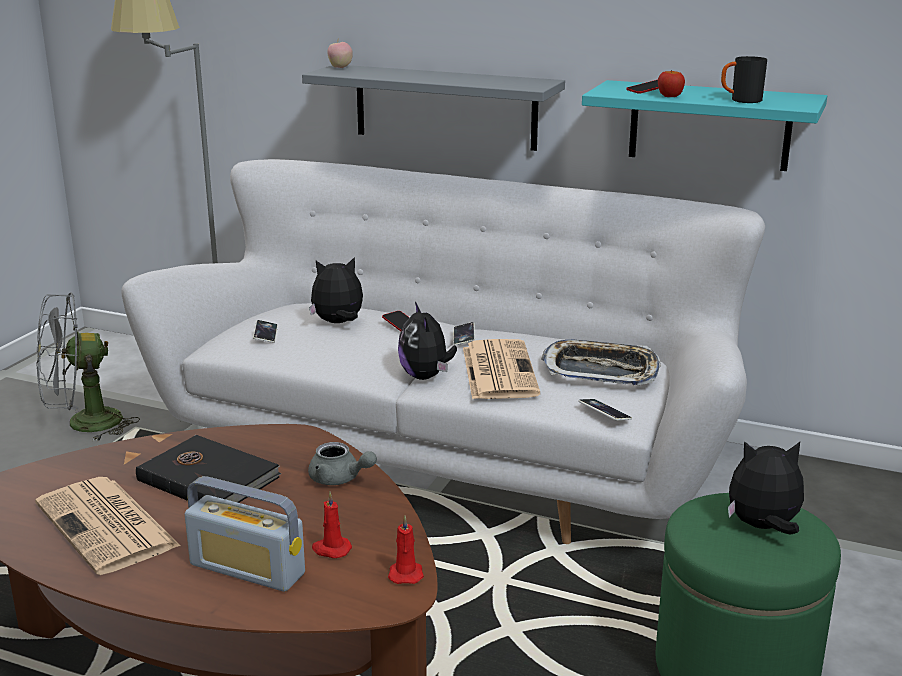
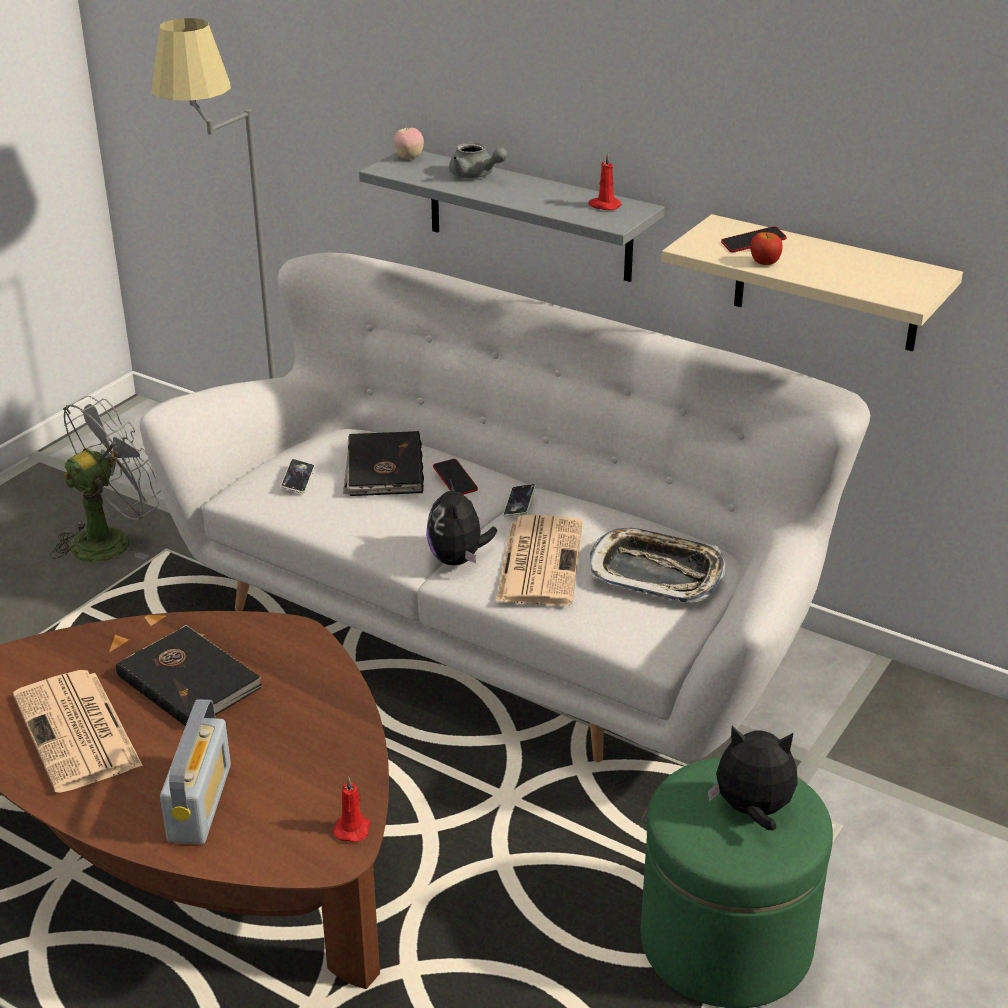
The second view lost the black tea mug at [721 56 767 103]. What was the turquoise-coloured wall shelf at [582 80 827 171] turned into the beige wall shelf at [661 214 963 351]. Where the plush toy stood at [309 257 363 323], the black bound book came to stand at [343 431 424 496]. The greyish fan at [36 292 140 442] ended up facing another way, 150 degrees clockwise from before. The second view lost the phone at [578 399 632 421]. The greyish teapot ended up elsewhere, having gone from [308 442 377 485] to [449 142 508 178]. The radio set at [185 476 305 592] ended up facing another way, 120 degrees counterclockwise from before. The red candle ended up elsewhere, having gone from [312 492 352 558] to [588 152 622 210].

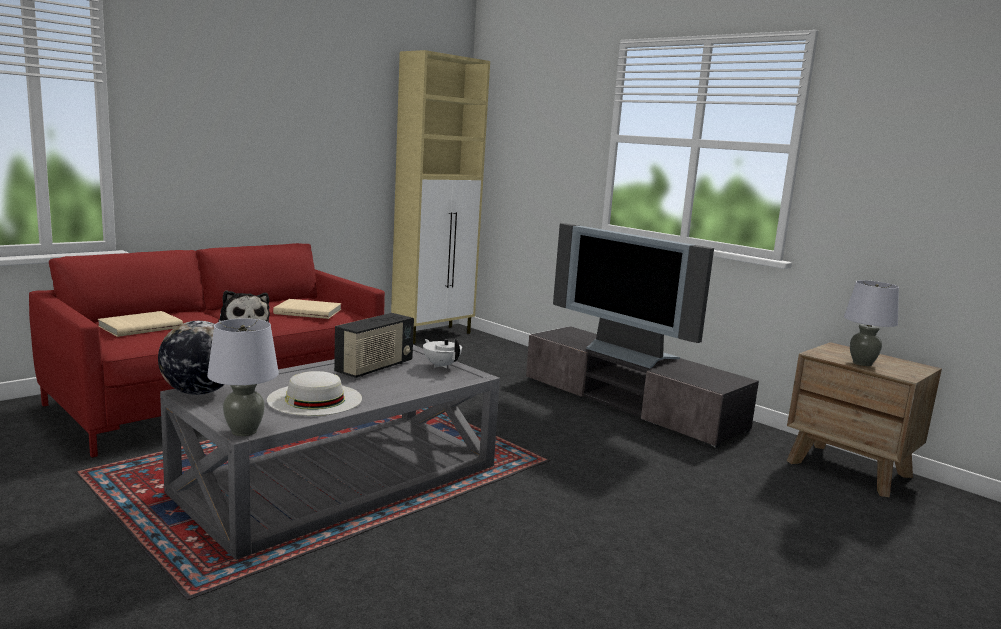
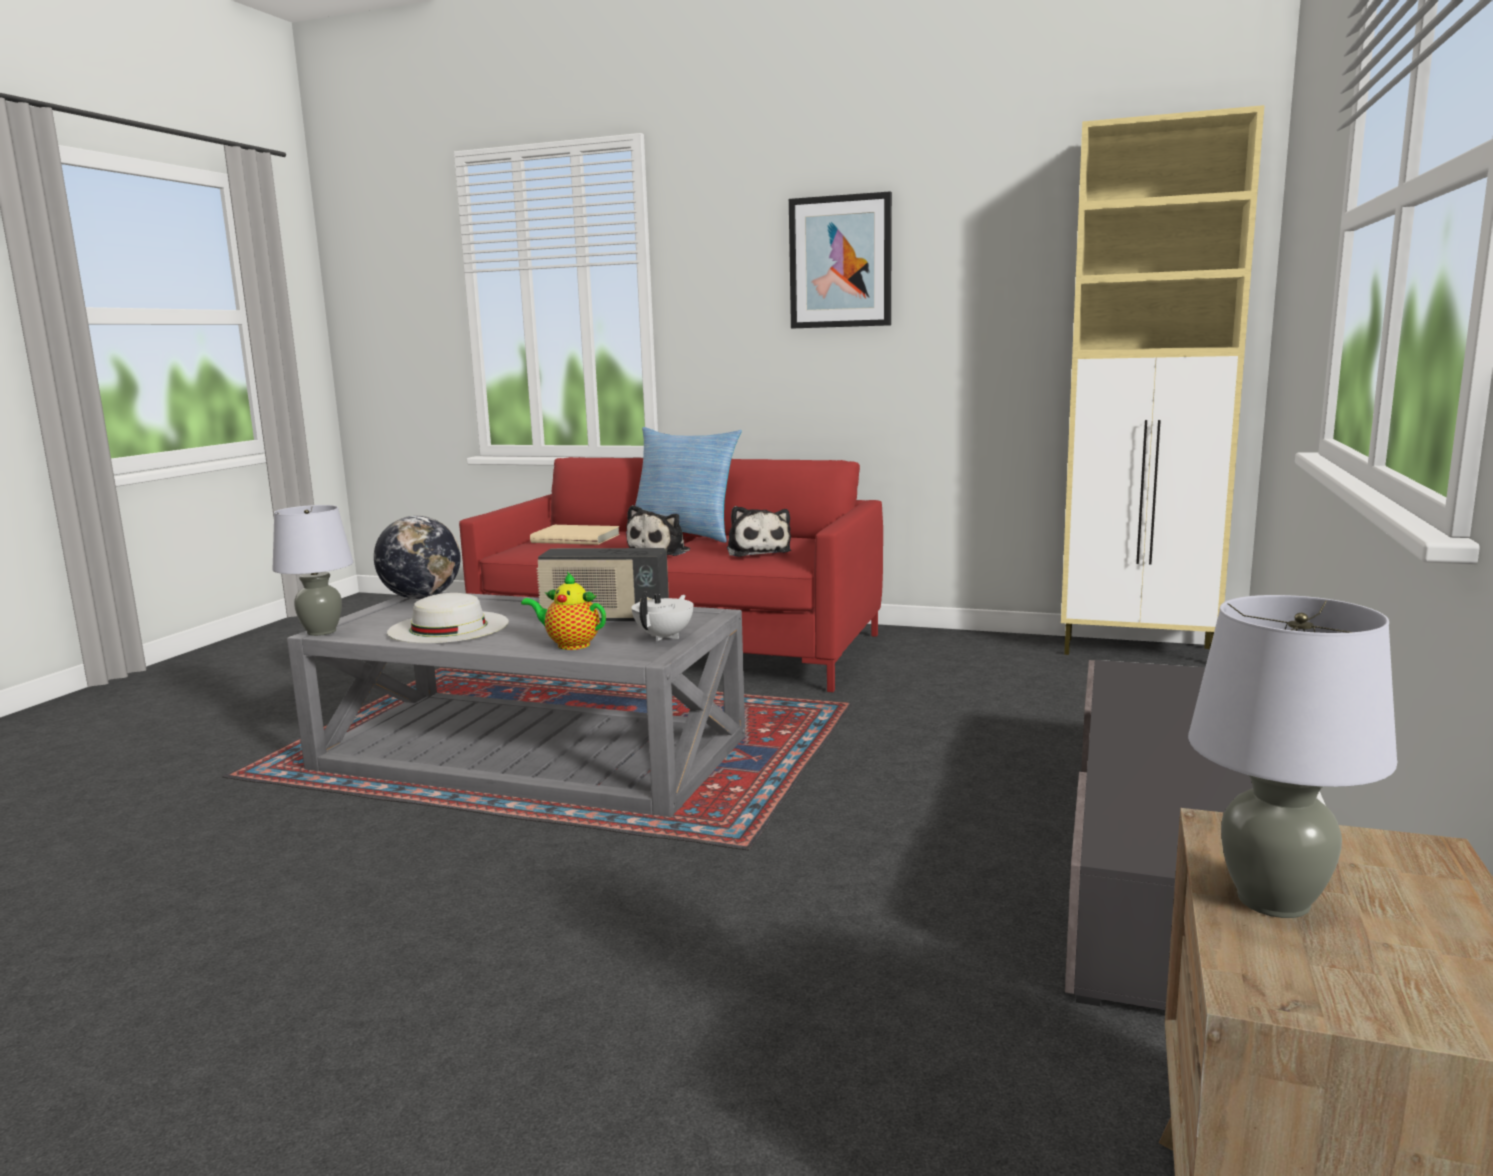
The second view lost the television at [553 223 714 369]. Where the beige bound book stood at [273 299 341 319], the plush toy came to stand at [727 506 792 557]. The second view gained the picture at [789 191 892 328]. The second view gained the cushion at [626 427 742 543]. The second view gained the teapot at [521 572 606 650].

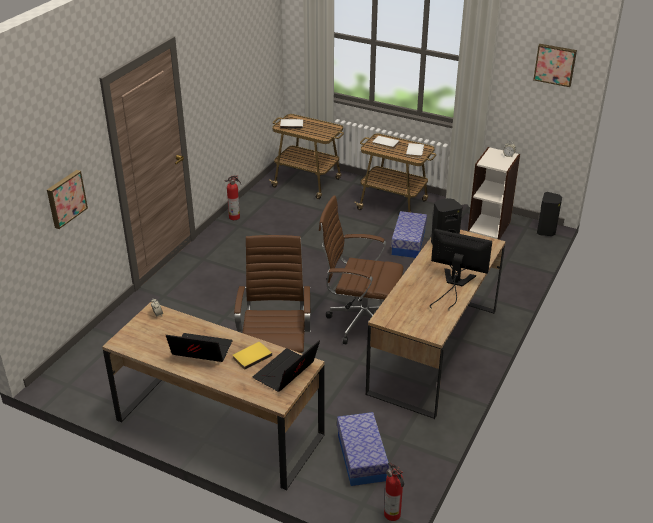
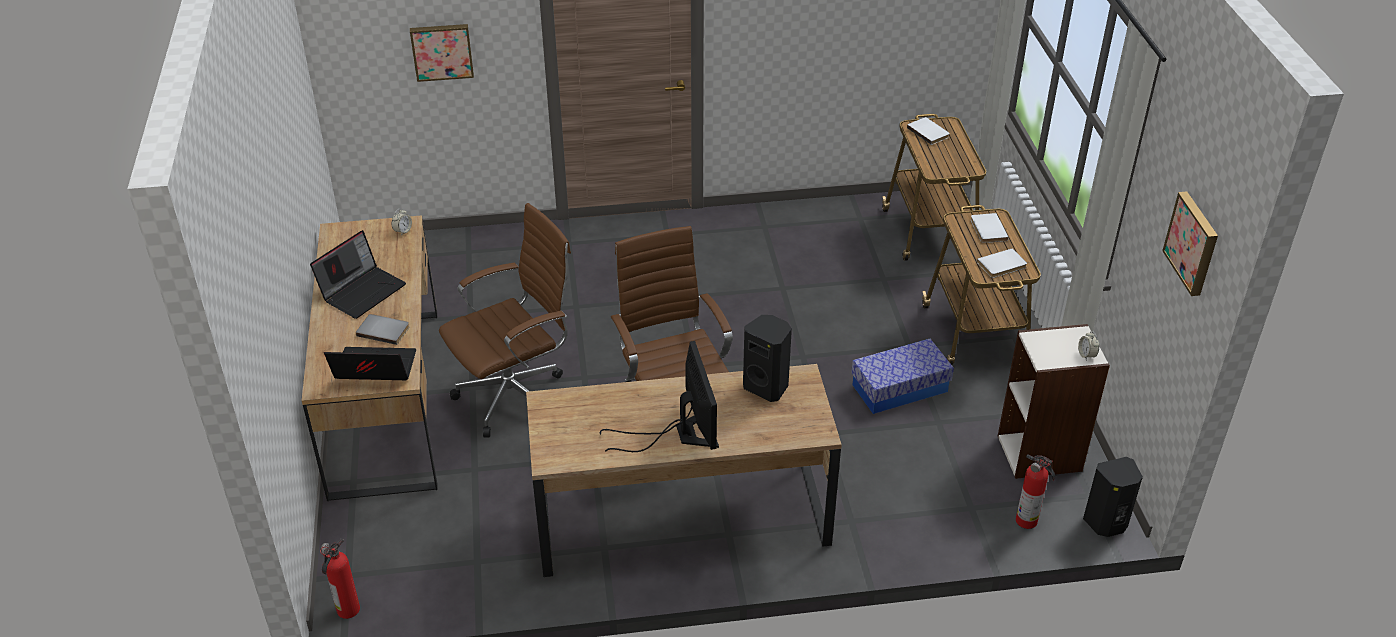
The fire extinguisher ended up elsewhere, having gone from [225 175 241 220] to [1016 454 1055 529]. The notebook computer at [166 333 233 362] ended up facing another way, 60 degrees clockwise from before. What was the yellowish bound book at [233 342 272 370] turned into the greyish bound book at [356 314 409 345]. The second view lost the storage box at [337 412 389 486].

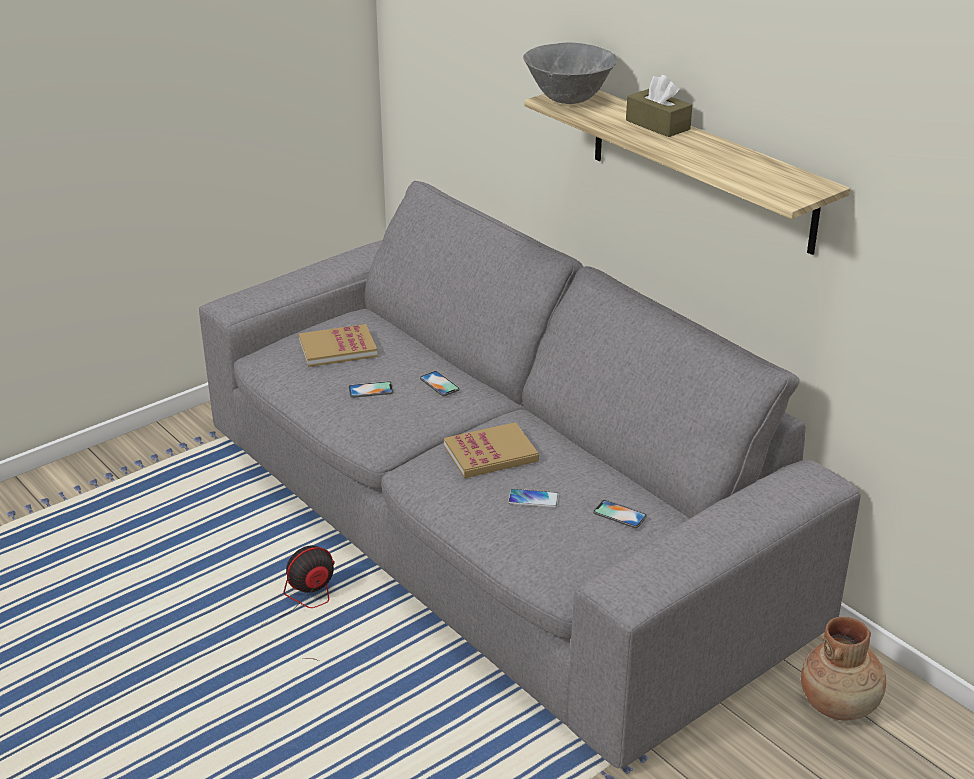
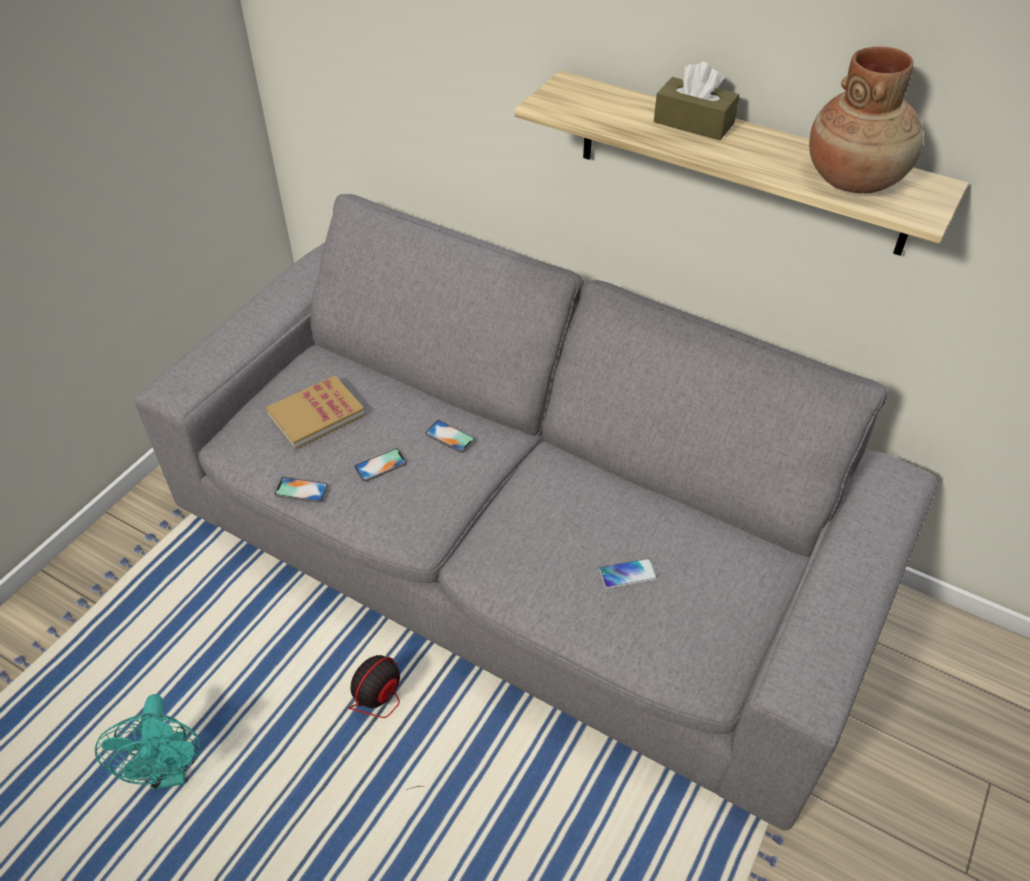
The second view lost the greyish deep dish at [523 42 617 104]. The second view lost the bound book at [444 422 539 478]. The phone ended up elsewhere, having gone from [593 500 647 528] to [274 476 328 503]. The brownish decorative vase ended up elsewhere, having gone from [801 617 886 721] to [809 47 924 193]. The second view gained the turquoise-coloured fan at [95 694 201 790].

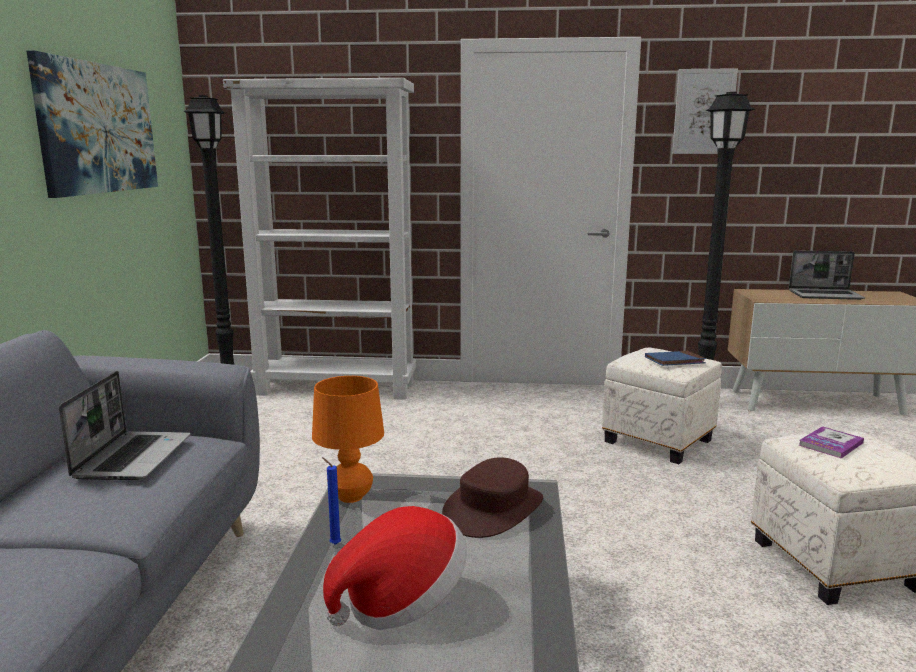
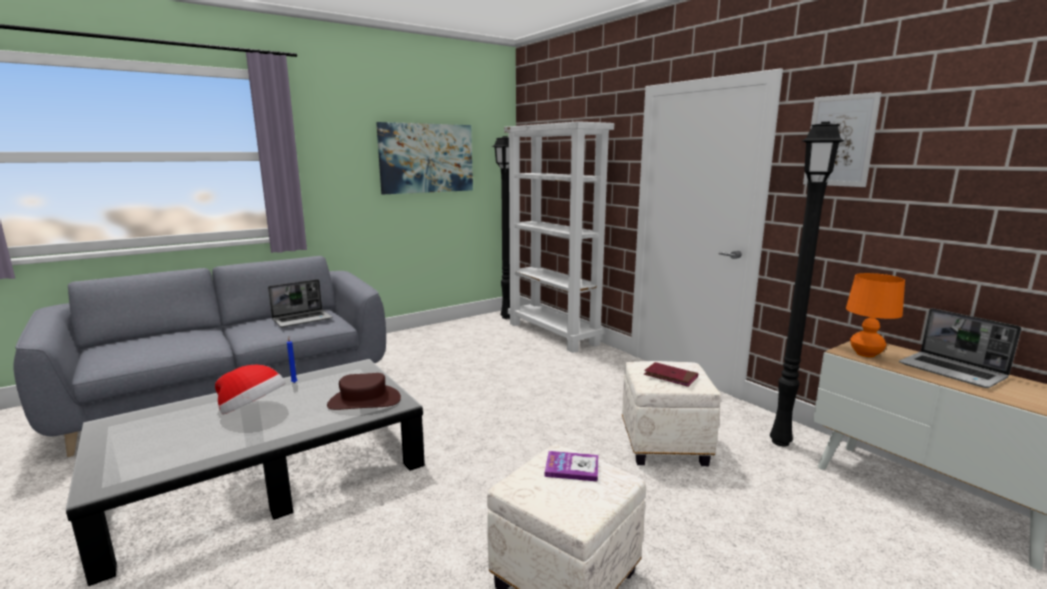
What was the blue bound book at [645 350 706 366] turned into the red bound book at [644 362 698 387]. The orange tabletop lamp ended up elsewhere, having gone from [312 376 384 503] to [846 273 905 357].

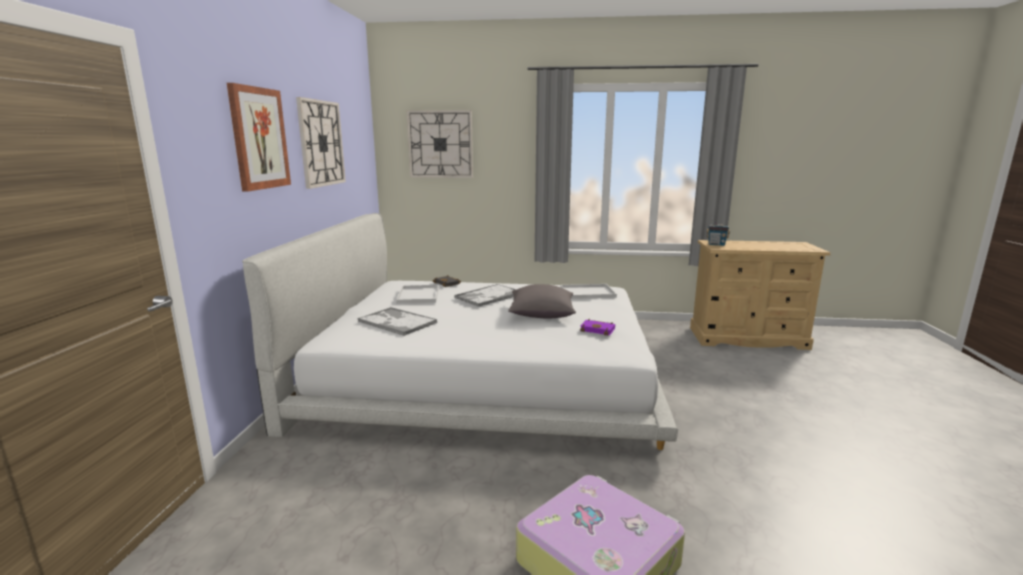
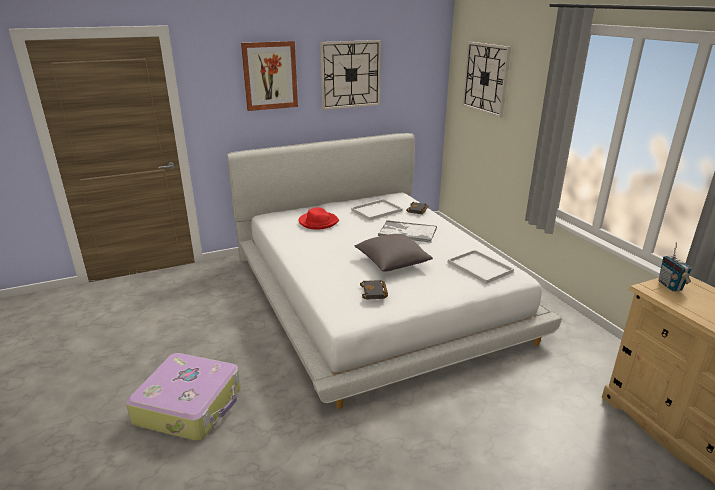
Where the tray stood at [358 307 437 336], the red wearable hat came to stand at [299 207 339 230]. What was the purple-coloured bound book at [580 319 615 336] turned into the black bound book at [360 280 388 300].

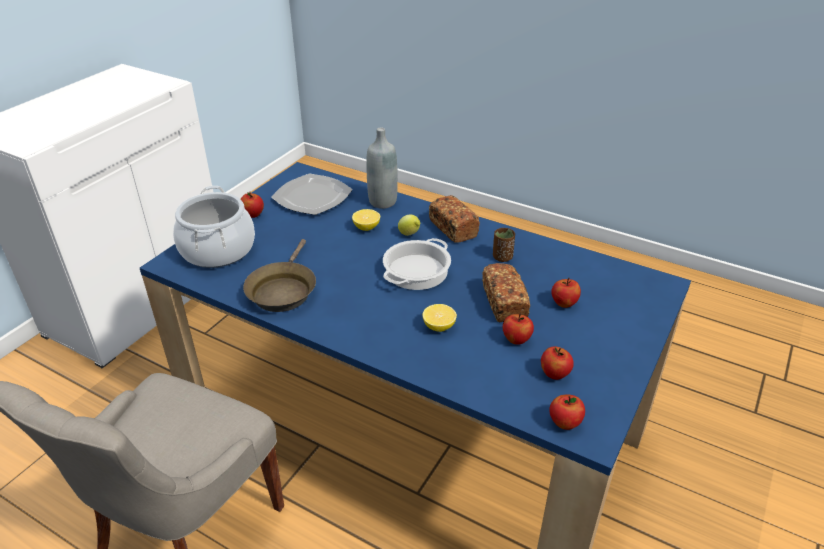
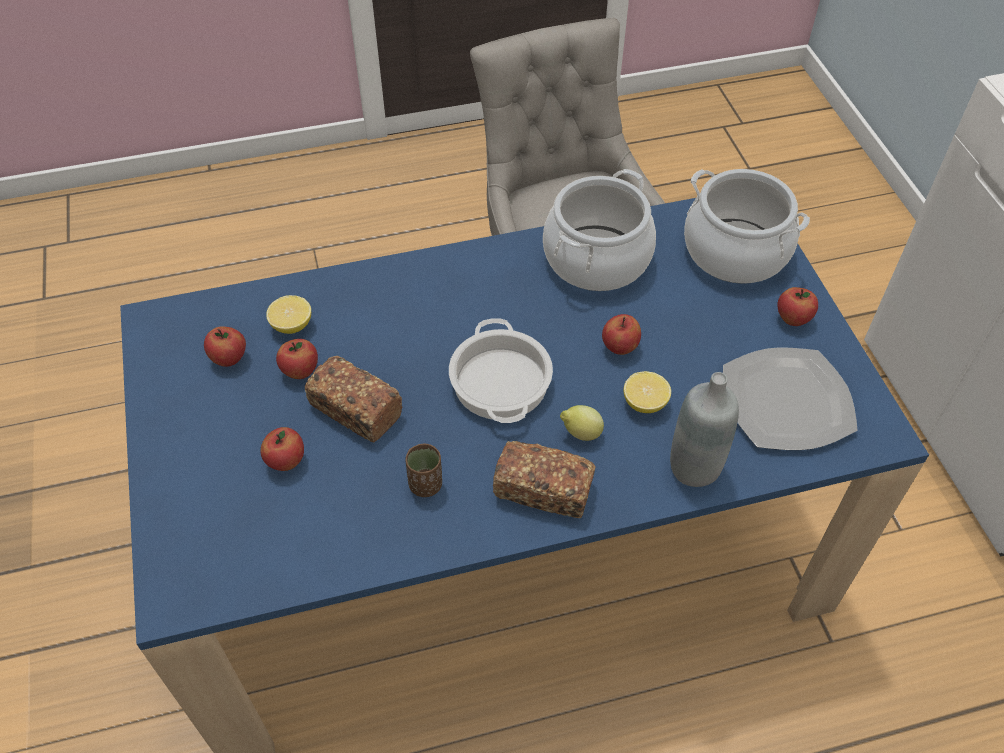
Where the brownish frying pan stood at [243 239 316 312], the stockpot came to stand at [543 169 656 291]. The citrus fruit ended up elsewhere, having gone from [423 304 457 332] to [266 295 311 334]. The apple ended up elsewhere, having gone from [549 394 585 430] to [602 314 641 355].

